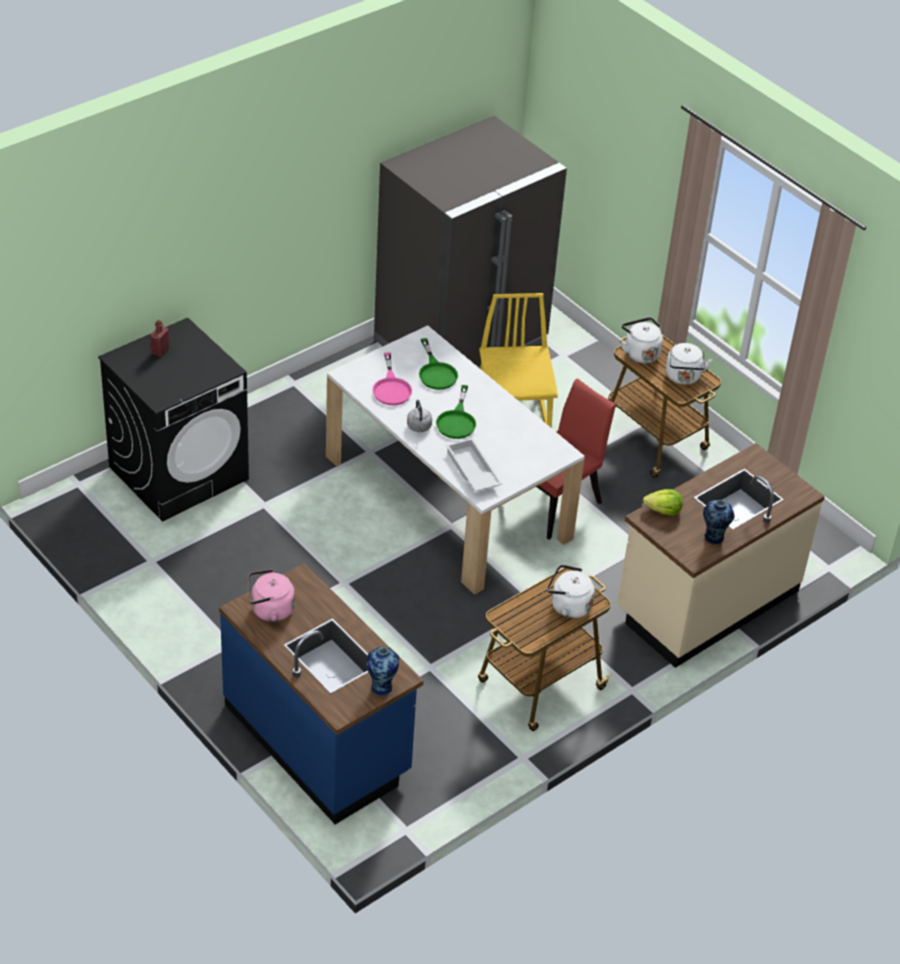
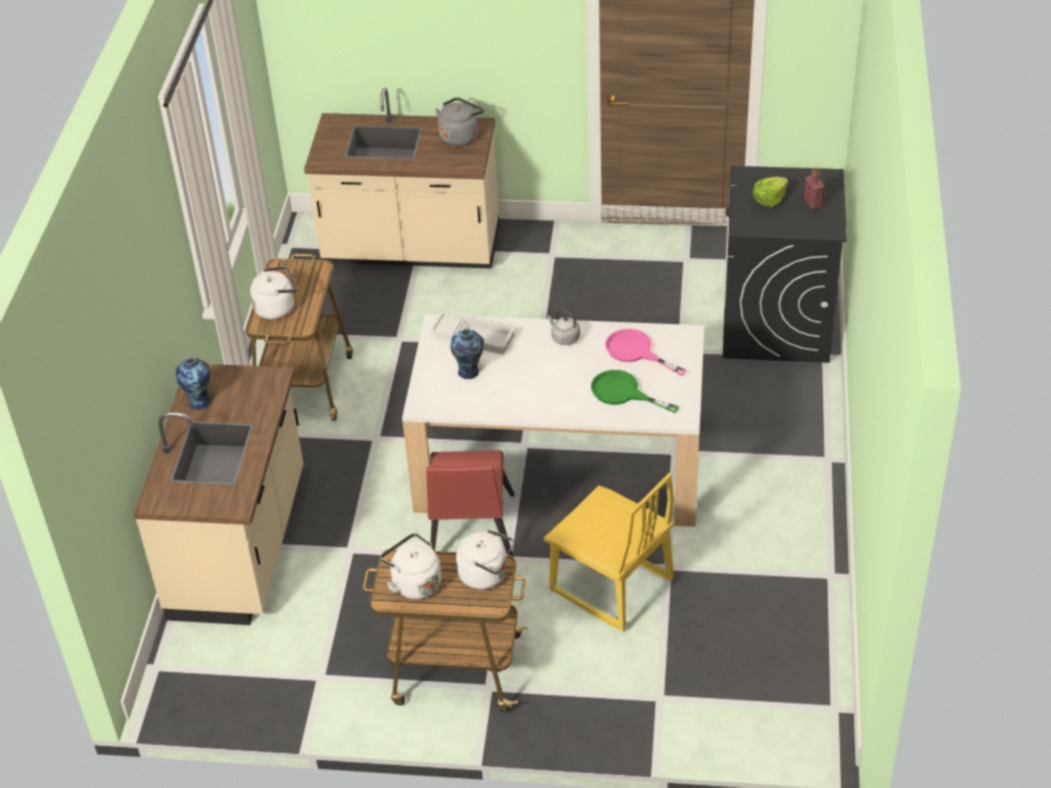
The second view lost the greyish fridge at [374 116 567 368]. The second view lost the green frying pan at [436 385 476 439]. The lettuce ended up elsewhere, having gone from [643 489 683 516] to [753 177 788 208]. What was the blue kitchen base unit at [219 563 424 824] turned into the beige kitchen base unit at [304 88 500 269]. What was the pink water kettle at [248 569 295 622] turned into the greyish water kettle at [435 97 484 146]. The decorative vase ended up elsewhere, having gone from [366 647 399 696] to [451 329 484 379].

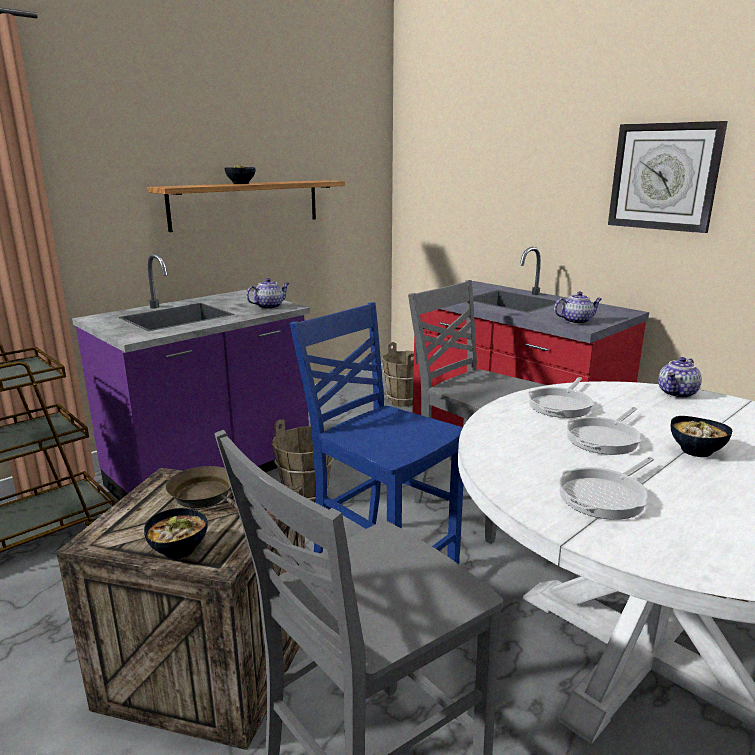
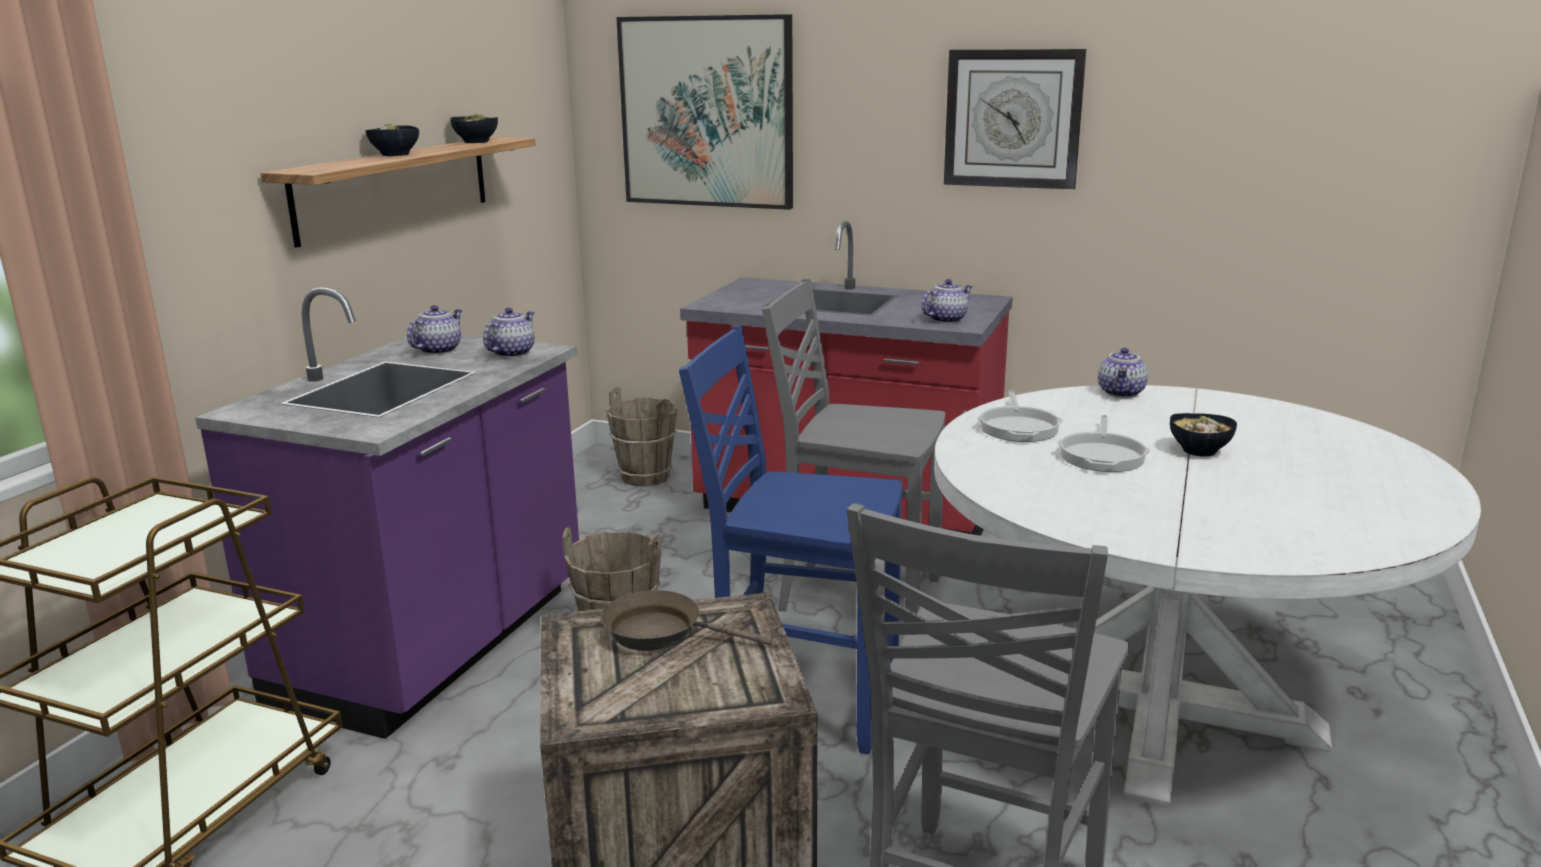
The second view lost the frying pan at [559 457 654 520]. The deep dish ended up elsewhere, having gone from [144 508 207 559] to [450 114 498 143]. The second view gained the picture at [616 14 793 210]. The second view gained the teapot at [407 305 462 355].

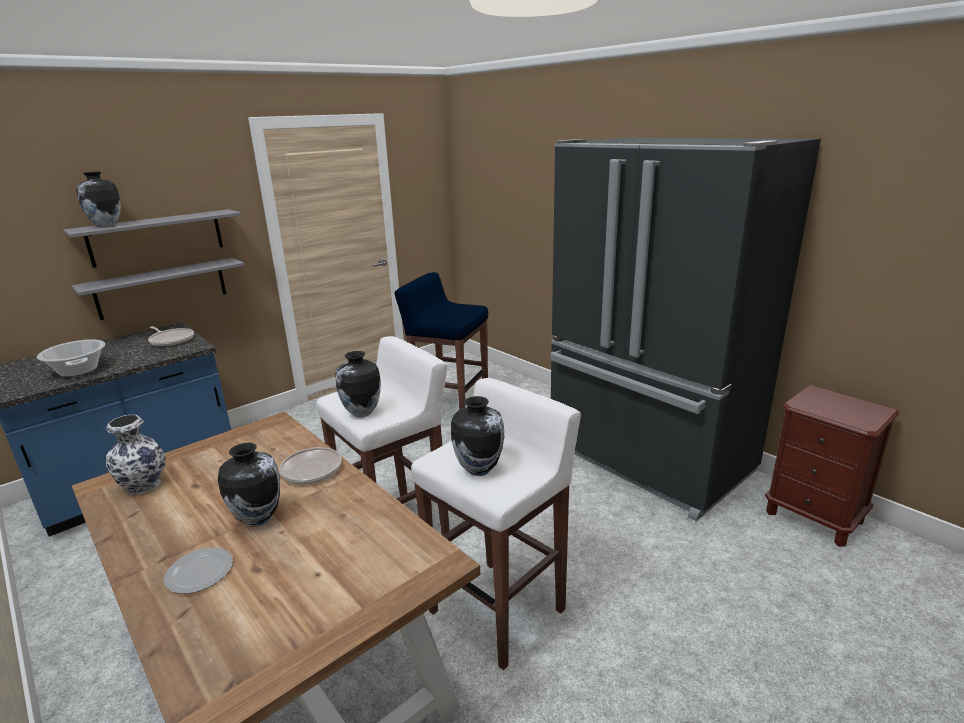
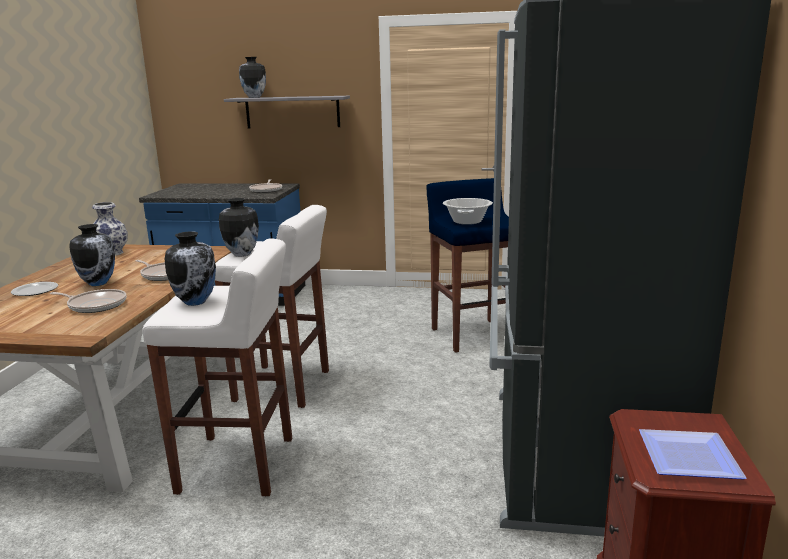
The second view lost the greyish wall shelf at [71 258 245 320]. The stockpot ended up elsewhere, having gone from [37 339 105 377] to [443 198 493 225]. The second view gained the frying pan at [50 289 127 313]. The second view gained the dinner plate at [639 429 746 479].

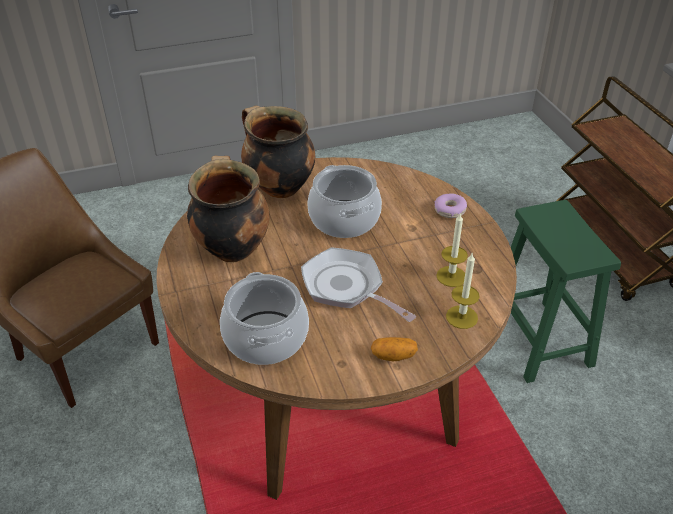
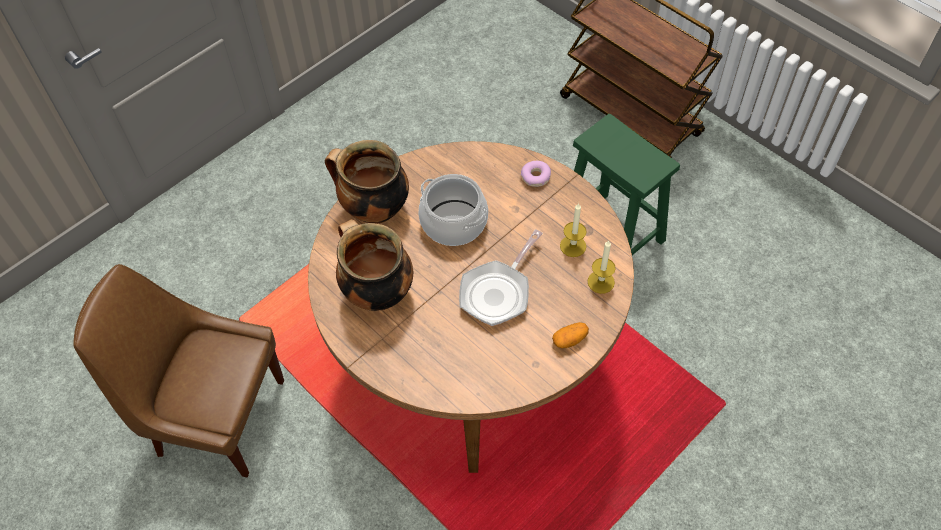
The frying pan at [301 247 416 322] ended up facing another way, 75 degrees counterclockwise from before. The second view lost the stockpot at [220 272 309 365].

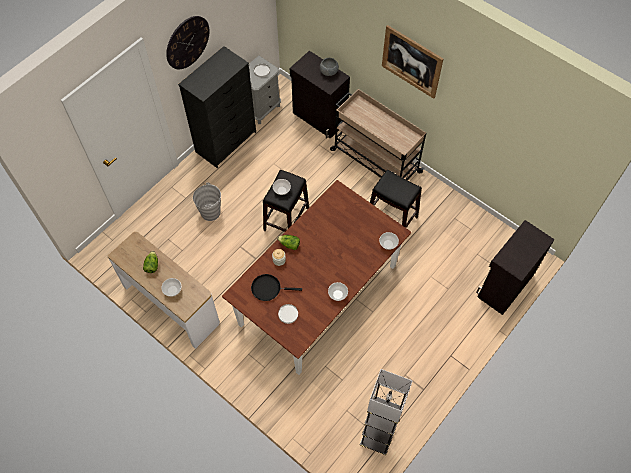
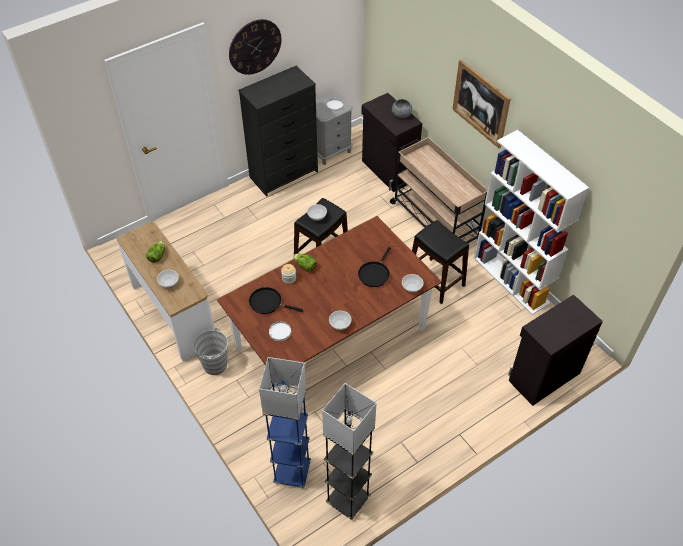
The greyish pail ended up elsewhere, having gone from [193 182 221 221] to [194 328 228 375]. The second view gained the white-coloured bookshelf at [474 130 589 315]. The second view gained the black frying pan at [358 247 391 287]. The second view gained the blue standard lamp at [259 357 311 488].

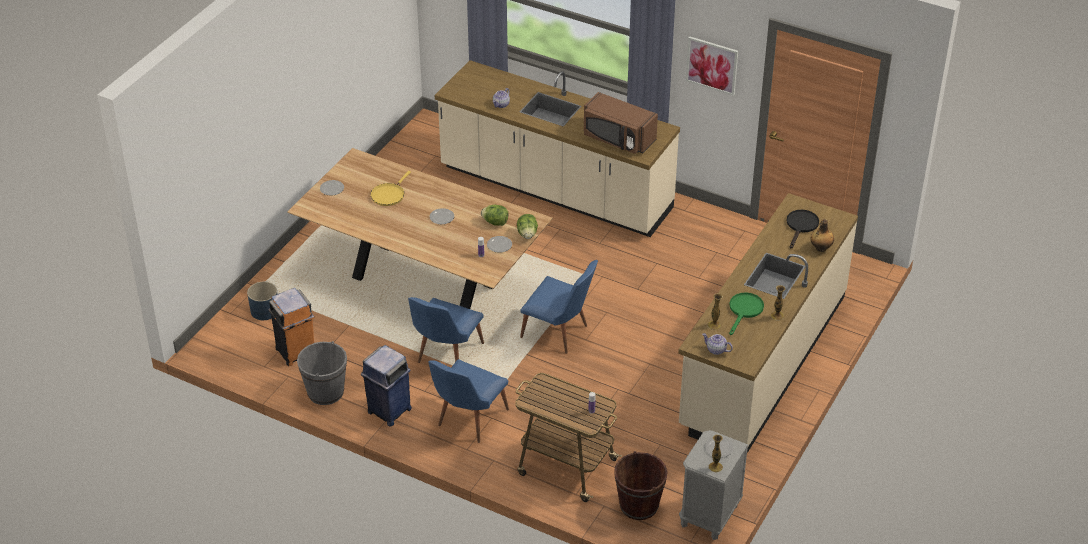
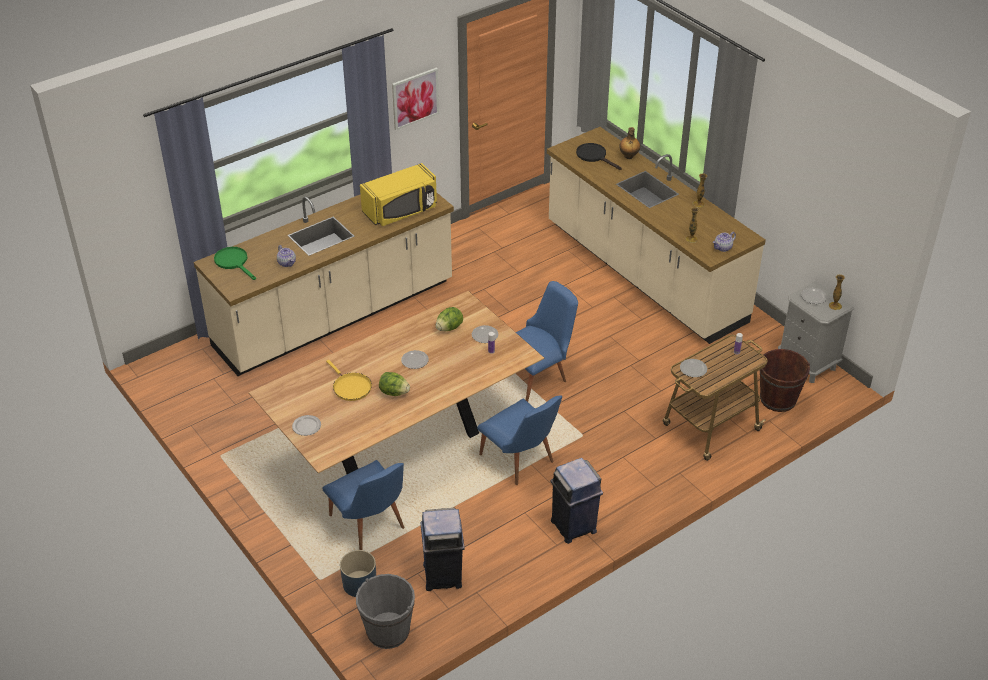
What was the brownish kitchen microwave at [584 92 658 154] turned into the yellowish kitchen microwave at [360 163 437 226]. The lettuce ended up elsewhere, having gone from [517 214 538 239] to [379 372 410 396]. What was the orange rubbish bin at [268 288 314 366] turned into the blue rubbish bin at [421 508 465 591]. The green frying pan ended up elsewhere, having gone from [729 293 764 335] to [214 247 256 280]. The greyish pail ended up elsewhere, having gone from [297 341 347 405] to [356 574 415 649]. The blue chair ended up elsewhere, having gone from [428 359 509 443] to [322 460 405 550]. The second view gained the dinner plate at [680 359 707 377].

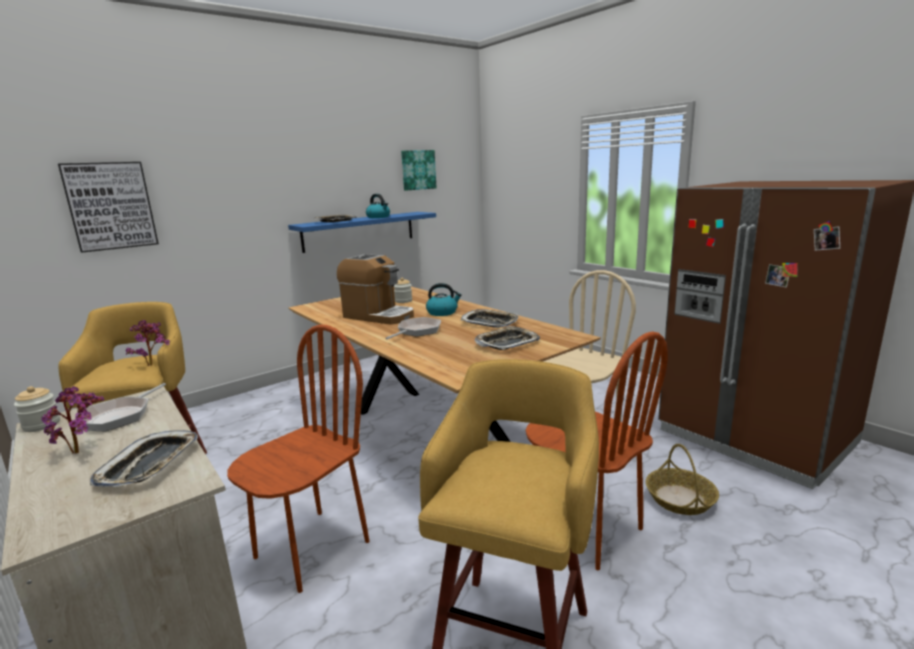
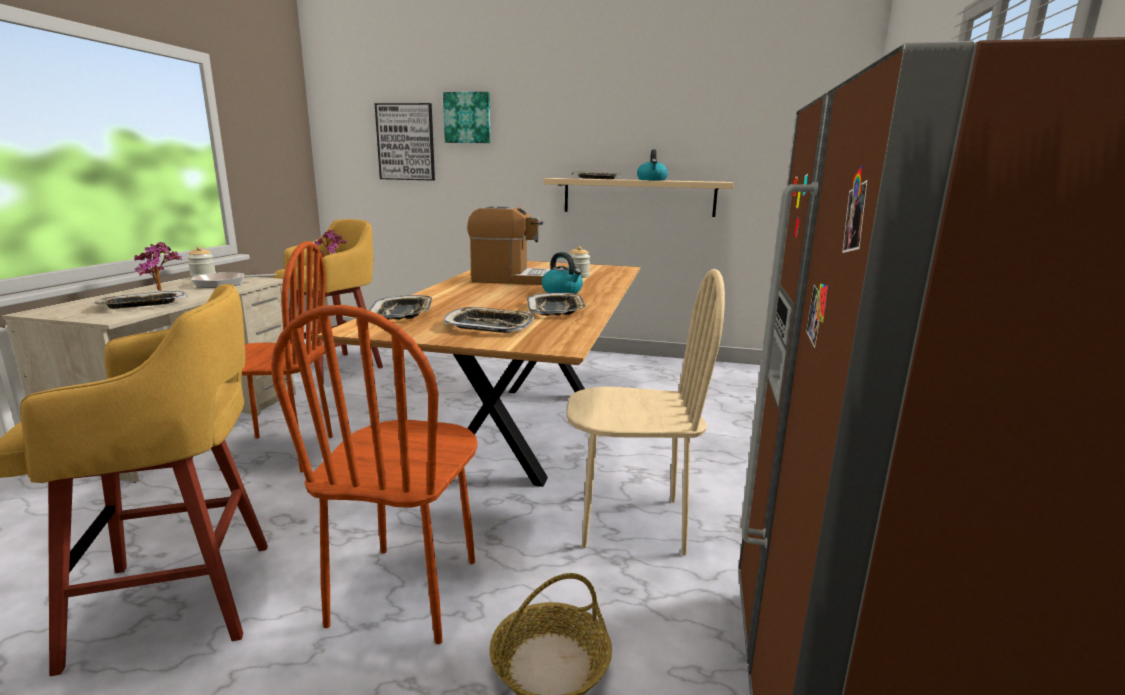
The picture ended up elsewhere, having gone from [401 150 437 191] to [443 92 490 143]. What was the blue wall shelf at [288 212 436 253] turned into the beige wall shelf at [544 178 734 217]. The coffee maker at [337 254 414 325] ended up facing another way, 75 degrees counterclockwise from before. The second view lost the frying pan at [385 317 441 339]. The second view gained the tray at [369 295 433 320].

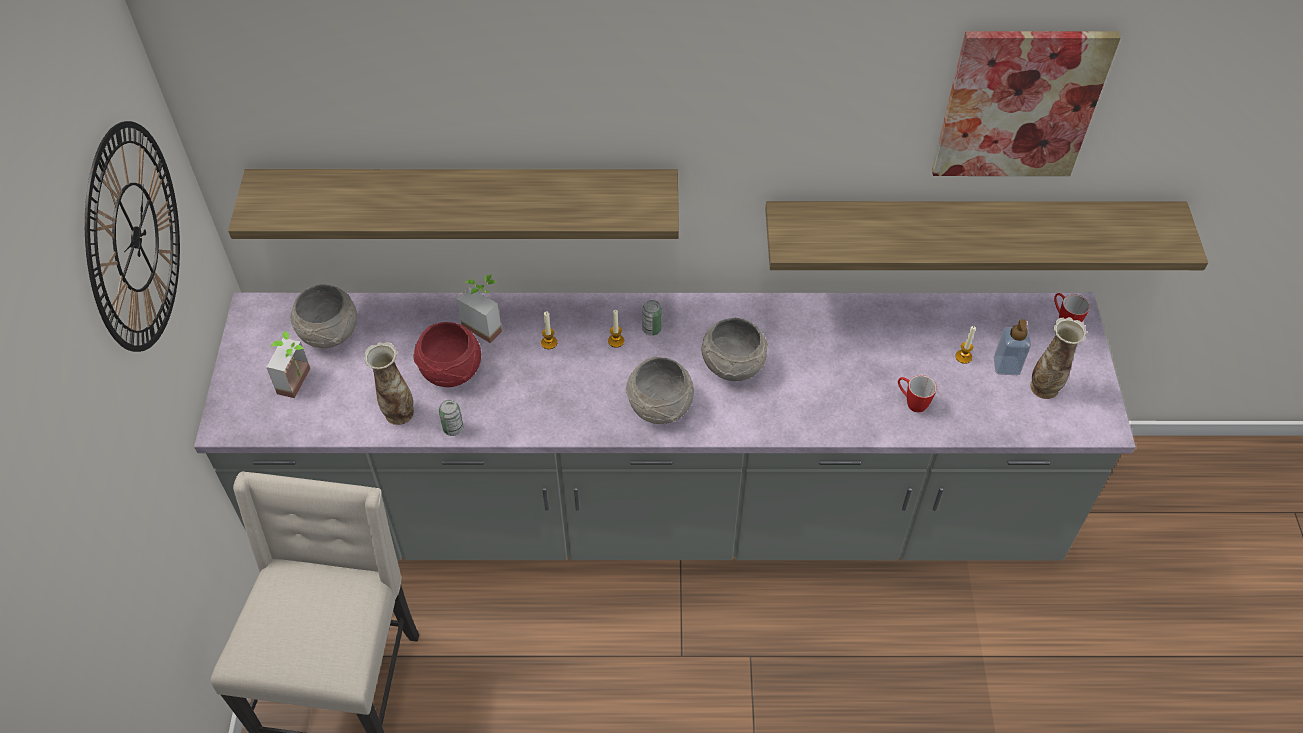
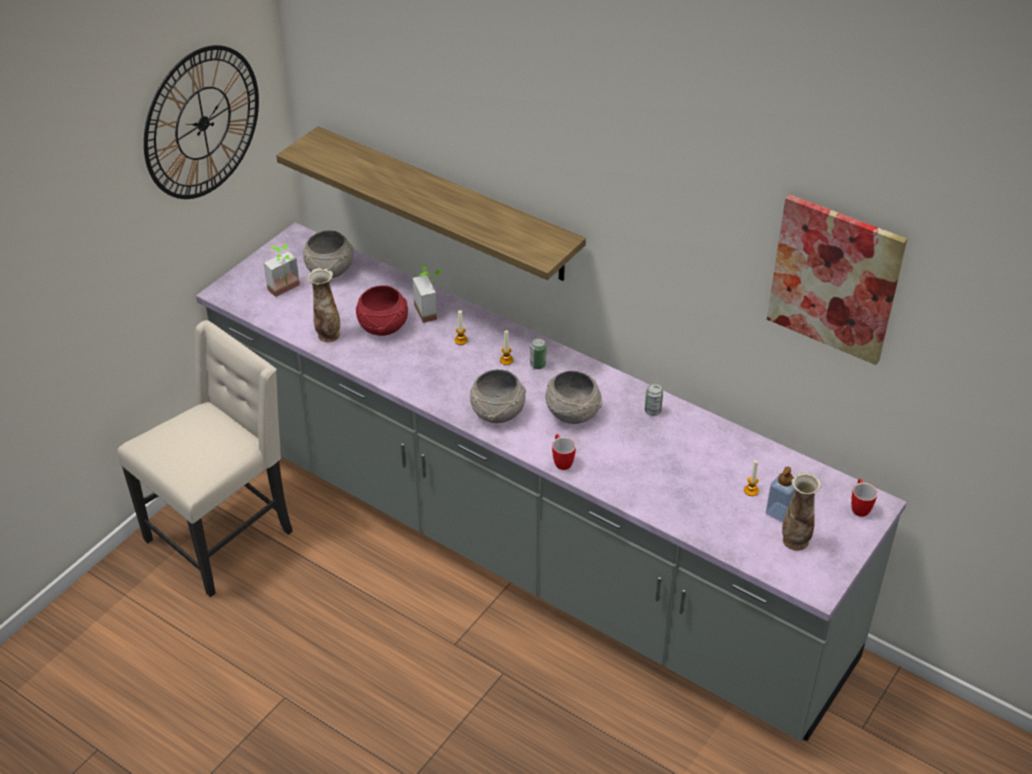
The second view lost the wall shelf at [765 201 1208 270]. The tea mug ended up elsewhere, having gone from [898 375 937 412] to [552 434 576 470]. The sealed can ended up elsewhere, having gone from [439 400 463 436] to [645 384 663 416].

